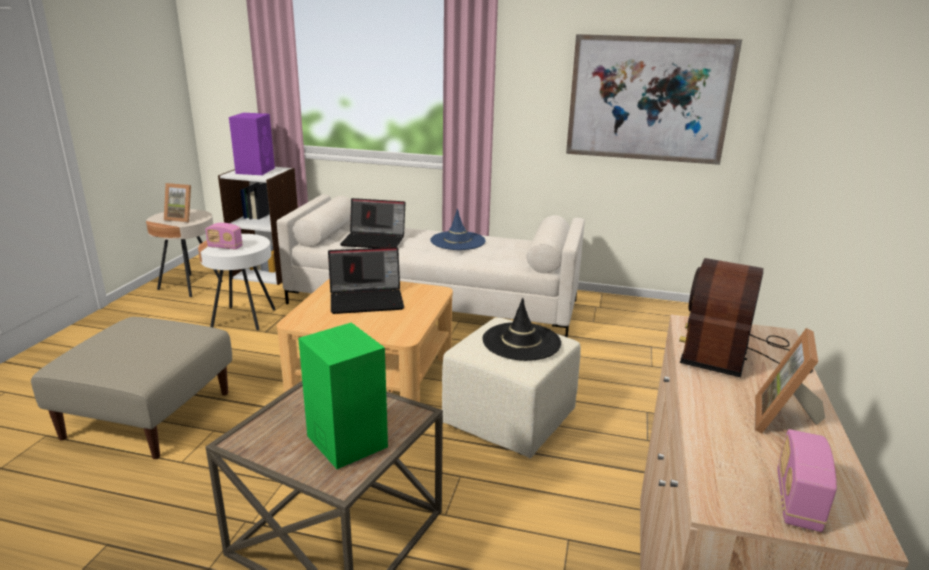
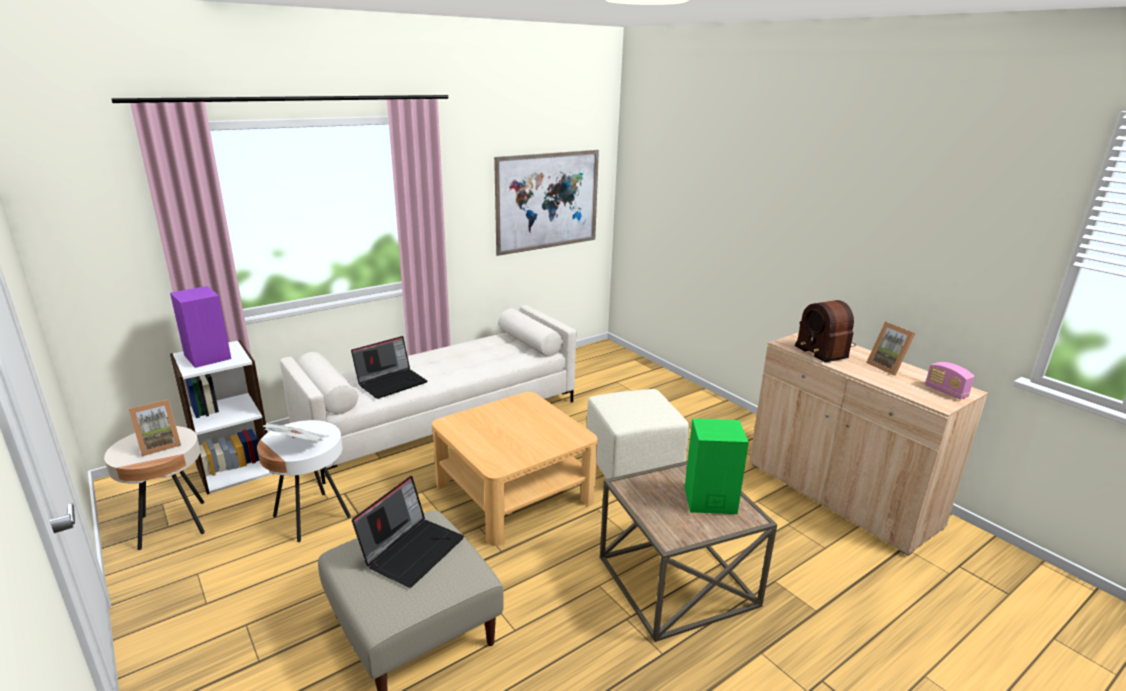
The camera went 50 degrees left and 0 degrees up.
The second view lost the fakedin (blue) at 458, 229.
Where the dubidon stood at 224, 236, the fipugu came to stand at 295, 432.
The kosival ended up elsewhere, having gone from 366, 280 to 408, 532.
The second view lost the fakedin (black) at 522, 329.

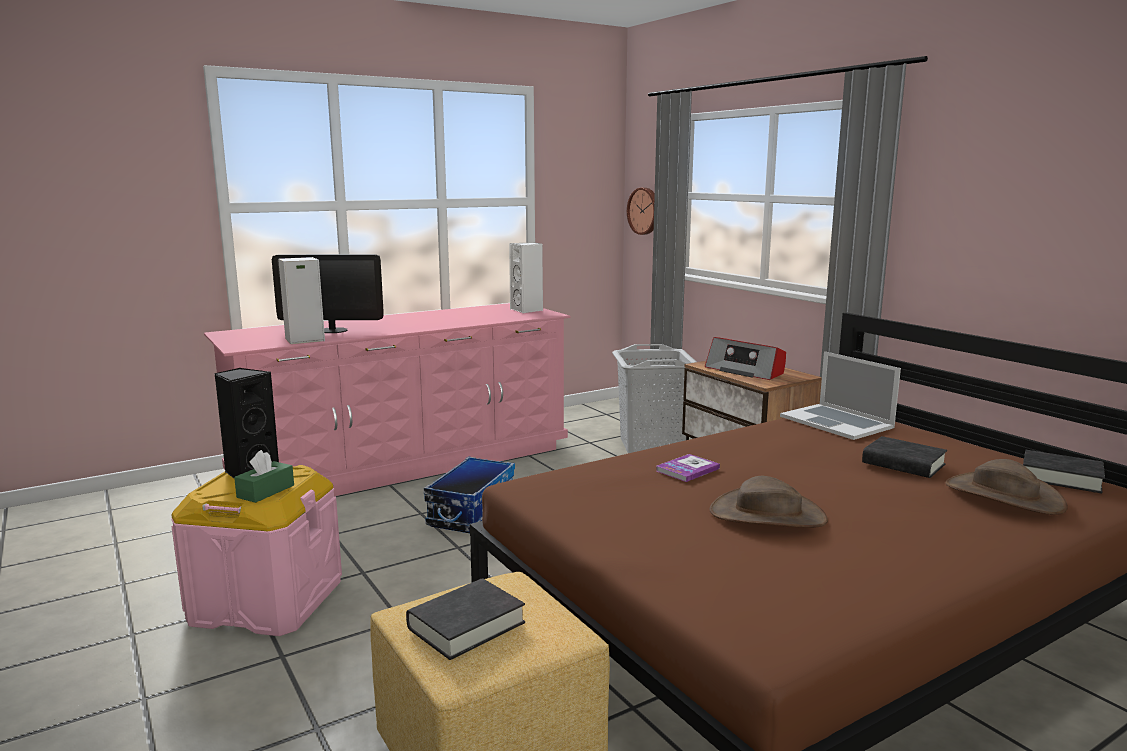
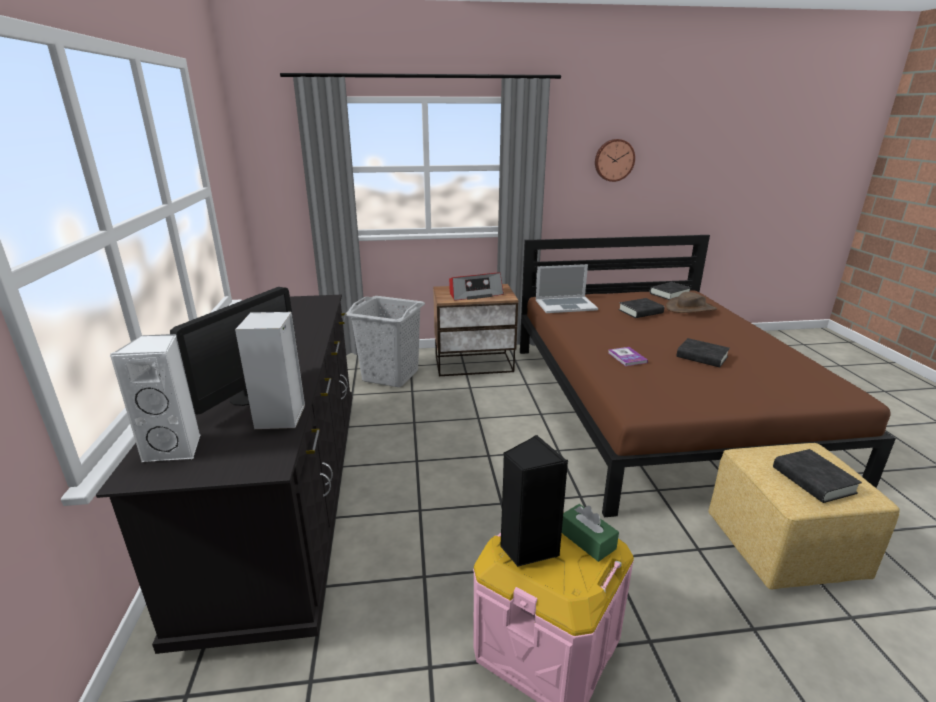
The camera went 65 degrees left and 10 degrees up.
The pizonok ended up elsewhere, having gone from 641, 211 to 615, 160.
The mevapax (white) ended up elsewhere, having gone from 526, 277 to 155, 398.
What was the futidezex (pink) at 387, 399 turned into the futidezex (black) at 224, 474.
The second view lost the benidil at 469, 495.
Where the fakedin (brown) stood at 768, 502, the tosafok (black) came to stand at 703, 353.

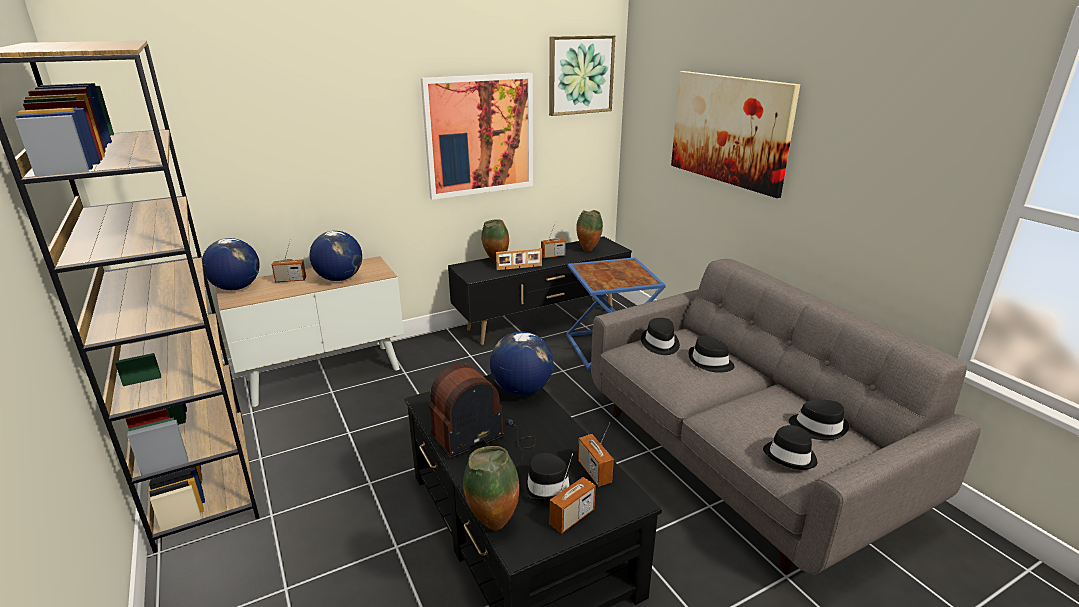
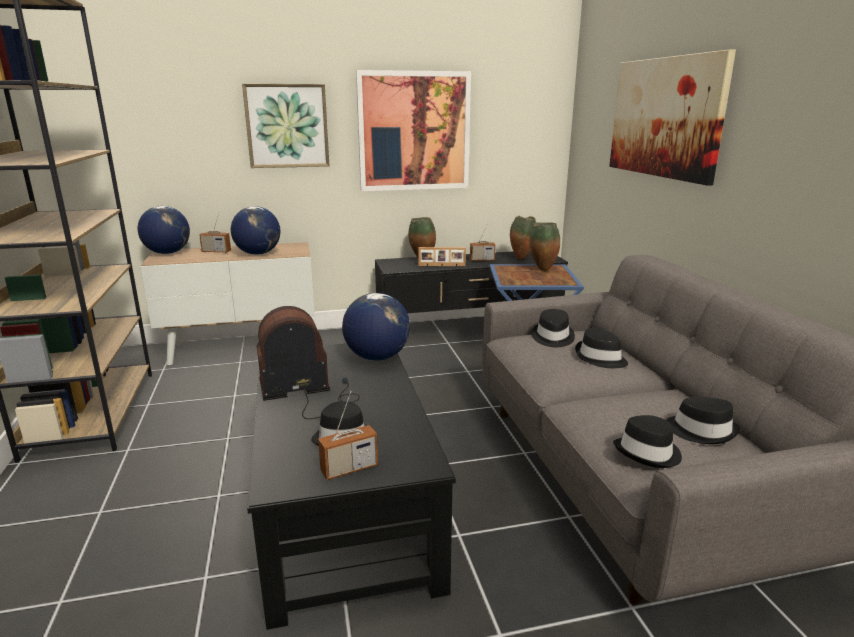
The camera went 15 degrees right and 5 degrees down.
The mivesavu ended up elsewhere, having gone from 582, 75 to 285, 126.
The second view lost the dubidon at 596, 454.
The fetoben ended up elsewhere, having gone from 491, 488 to 544, 246.

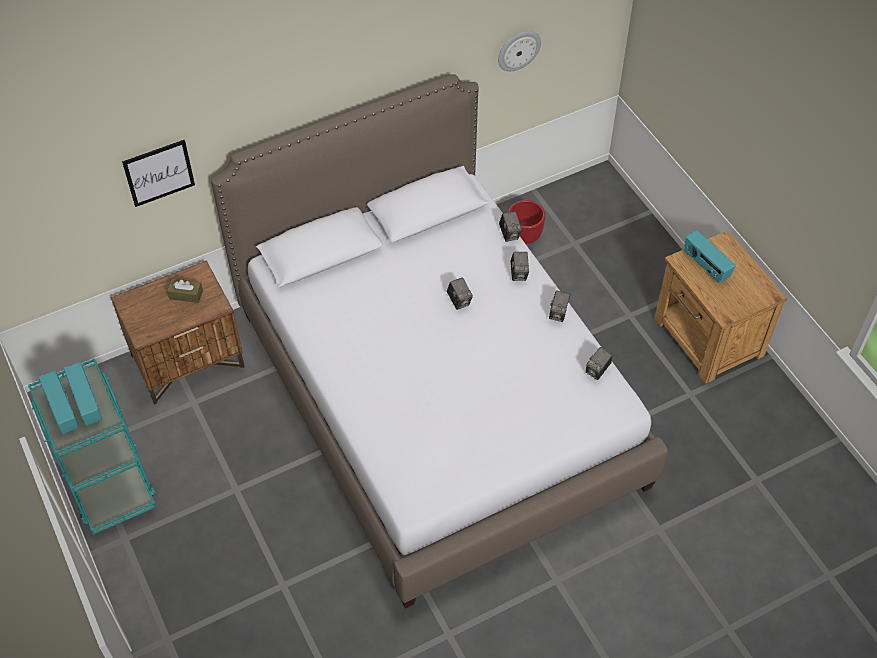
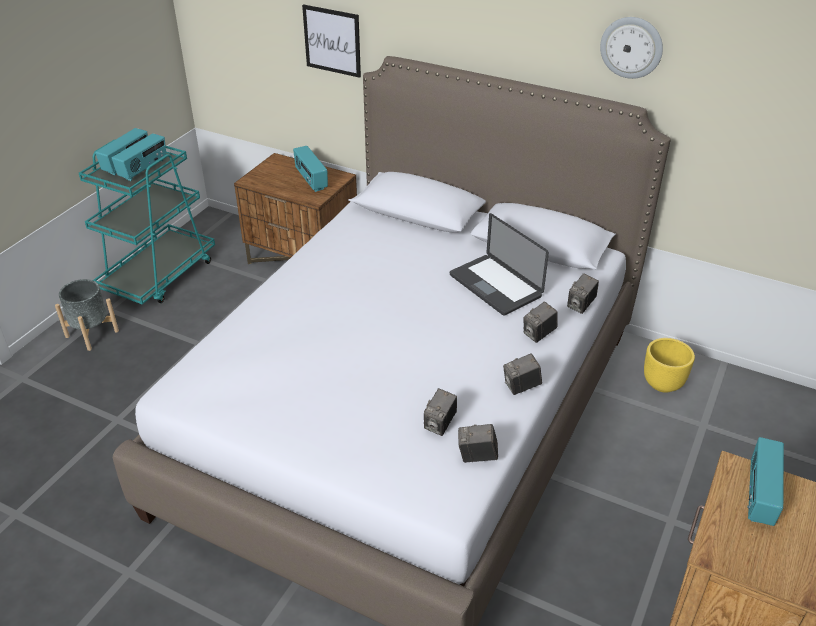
The camera went 55 degrees right and 15 degrees down.
The pizonok ended up elsewhere, having gone from 519, 51 to 631, 48.
What was the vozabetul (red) at 526, 222 turned into the vozabetul (yellow) at 669, 365.
The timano ended up elsewhere, having gone from 460, 293 to 440, 412.
Where the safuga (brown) stood at 185, 291, the dubidon came to stand at 310, 169.
The second view gained the kosival at 499, 264.
The second view gained the vozabetul (grey) at 87, 315.

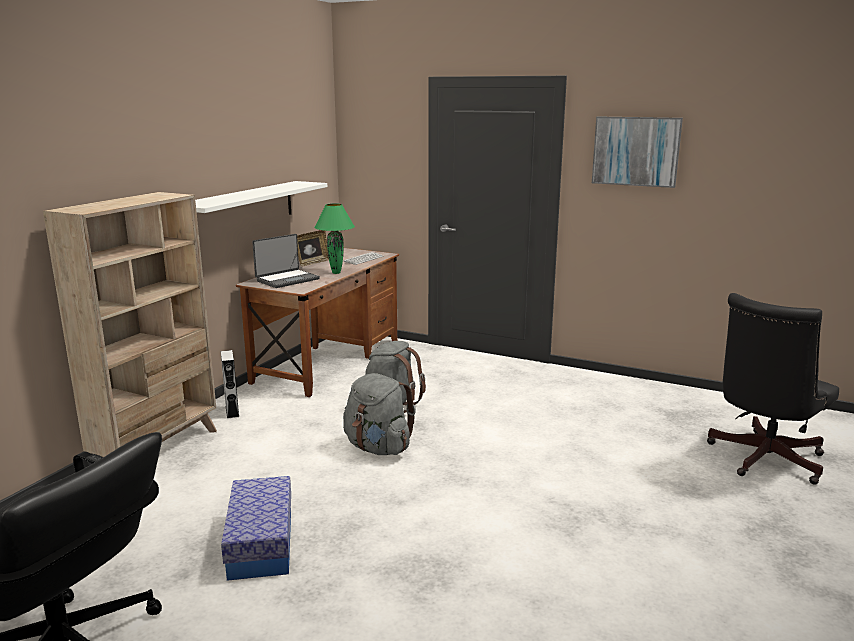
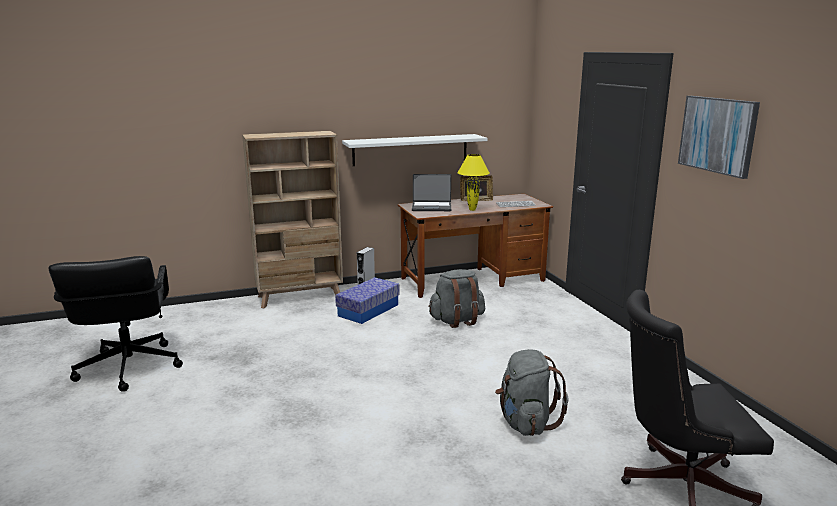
The camera went 45 degrees right and 0 degrees up.
What was the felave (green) at 334, 238 turned into the felave (yellow) at 473, 182.
The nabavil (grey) ended up elsewhere, having gone from 379, 414 to 531, 392.
The benidil ended up elsewhere, having gone from 256, 528 to 367, 300.

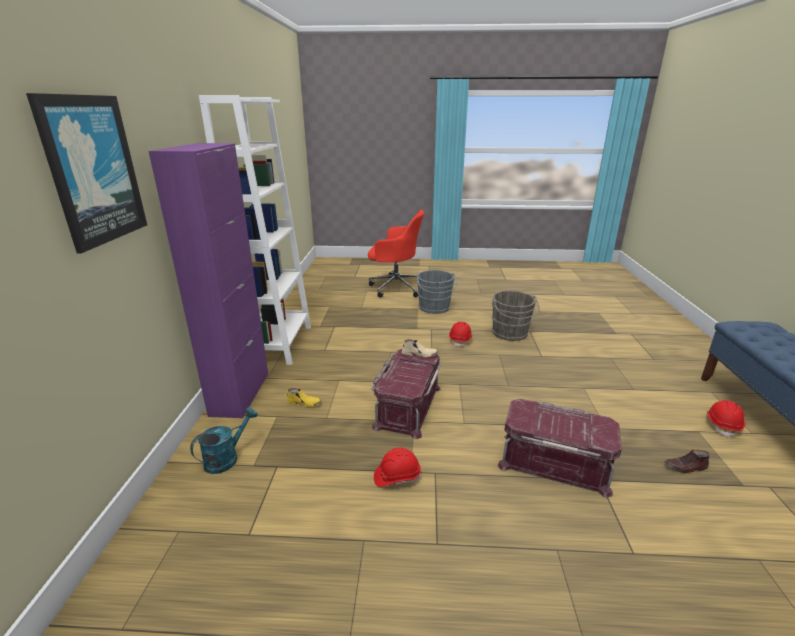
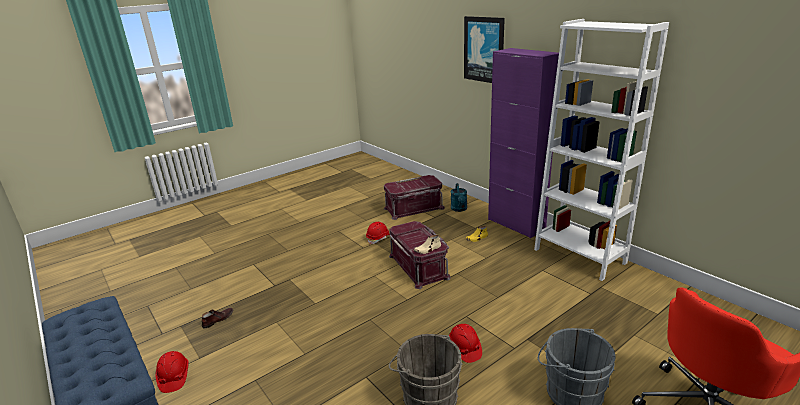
The camera went 140 degrees right and 0 degrees up.
The benidil (red) ended up elsewhere, having gone from 559, 448 to 414, 197.

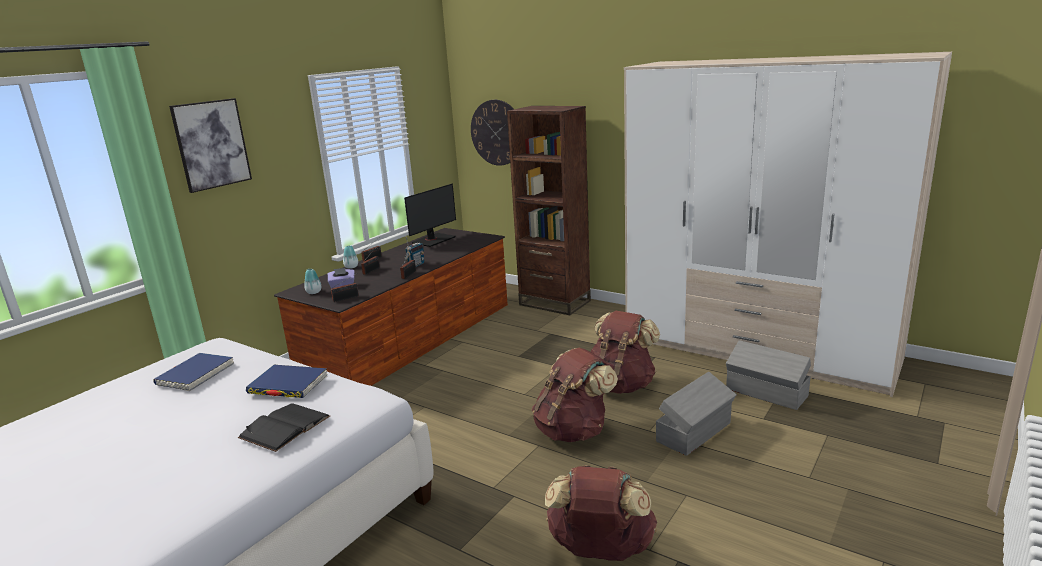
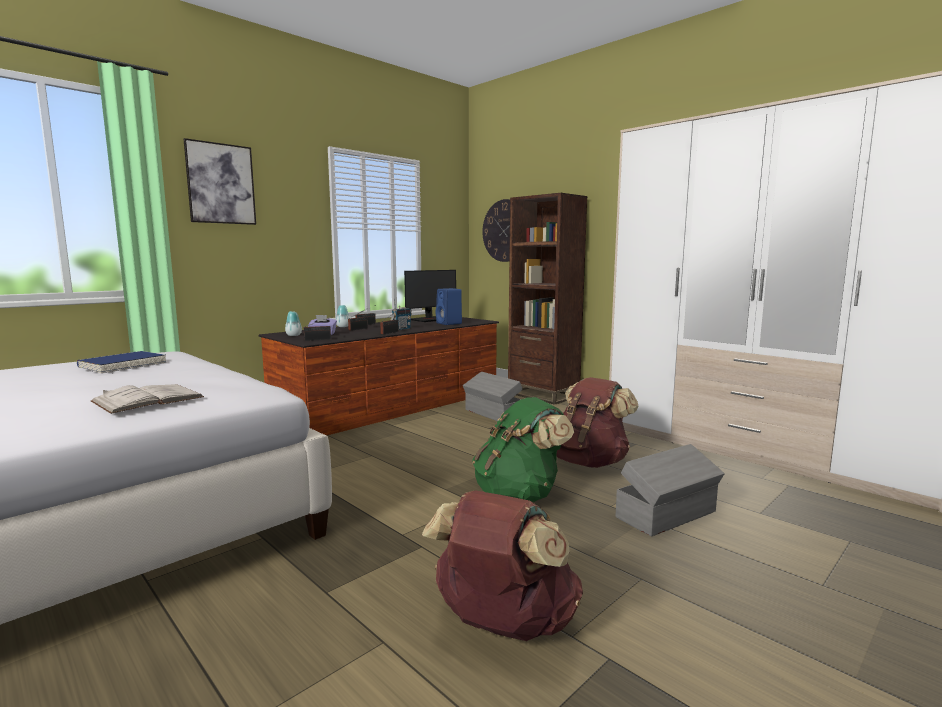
The camera went 10 degrees right and 10 degrees down.
The benidil (grey) ended up elsewhere, having gone from 768, 375 to 493, 396.
What was the nabavil (brown) at 575, 395 turned into the nabavil (green) at 523, 449.
The second view lost the tosafok (blue) at 286, 381.
What was the tosafok (black) at 284, 427 turned into the tosafok (white) at 147, 399.
The second view gained the mevapax (blue) at 449, 306.

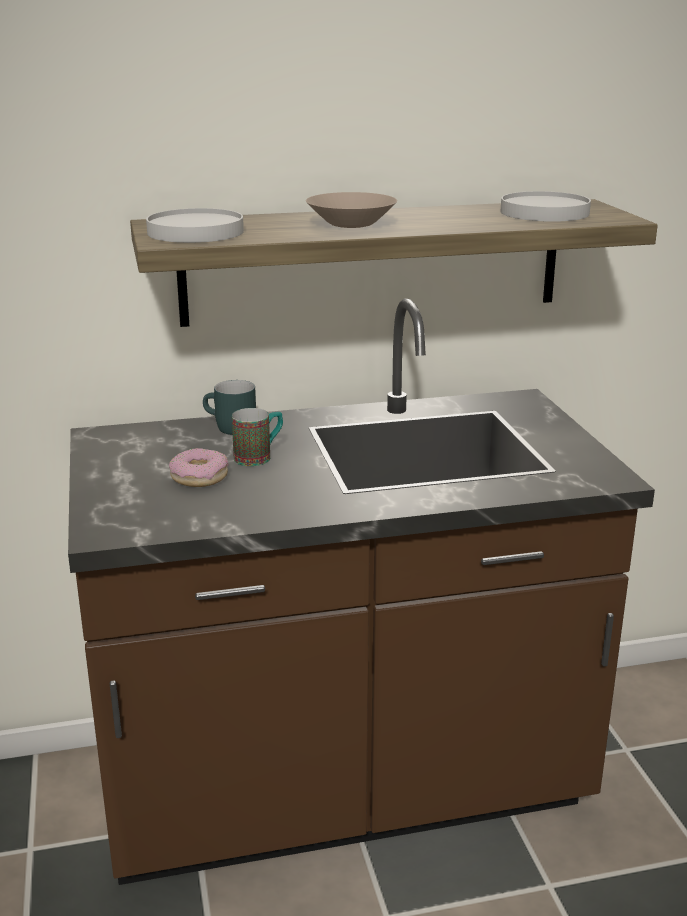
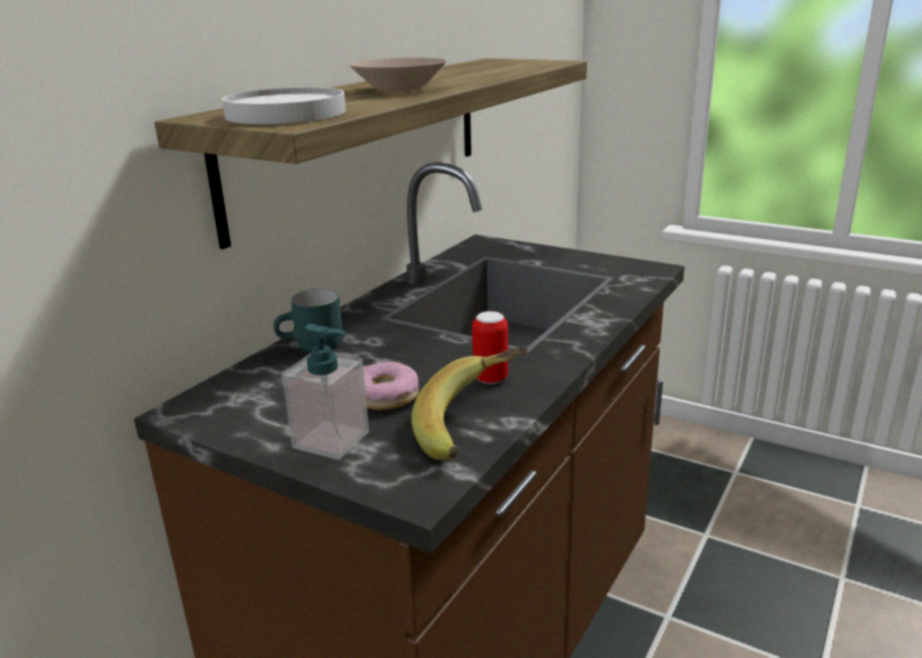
The camera went 45 degrees left and 0 degrees up.
The second view lost the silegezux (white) at 545, 206.
The second view lost the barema at 257, 437.
The second view gained the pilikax at 490, 347.
The second view gained the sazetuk at 325, 392.
The second view gained the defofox at 469, 403.

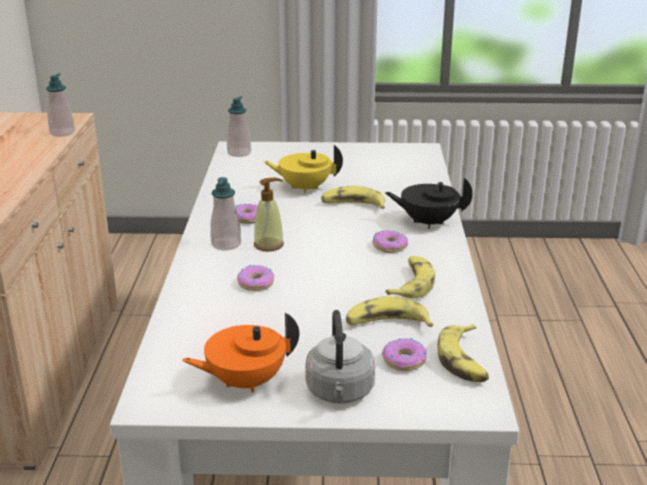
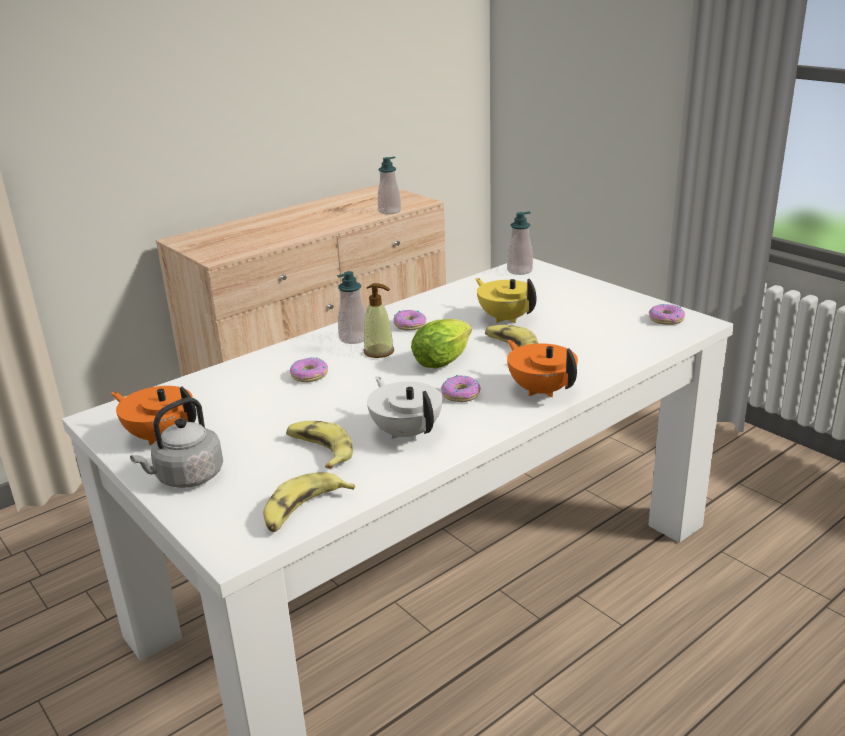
The camera went 50 degrees right and 0 degrees up.
What was the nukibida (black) at 428, 203 turned into the nukibida (orange) at 542, 368.
Where the defofox stood at 410, 277, the nukibida (white) came to stand at 404, 409.
The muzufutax ended up elsewhere, having gone from 404, 354 to 667, 314.
The second view gained the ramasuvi at 441, 343.

